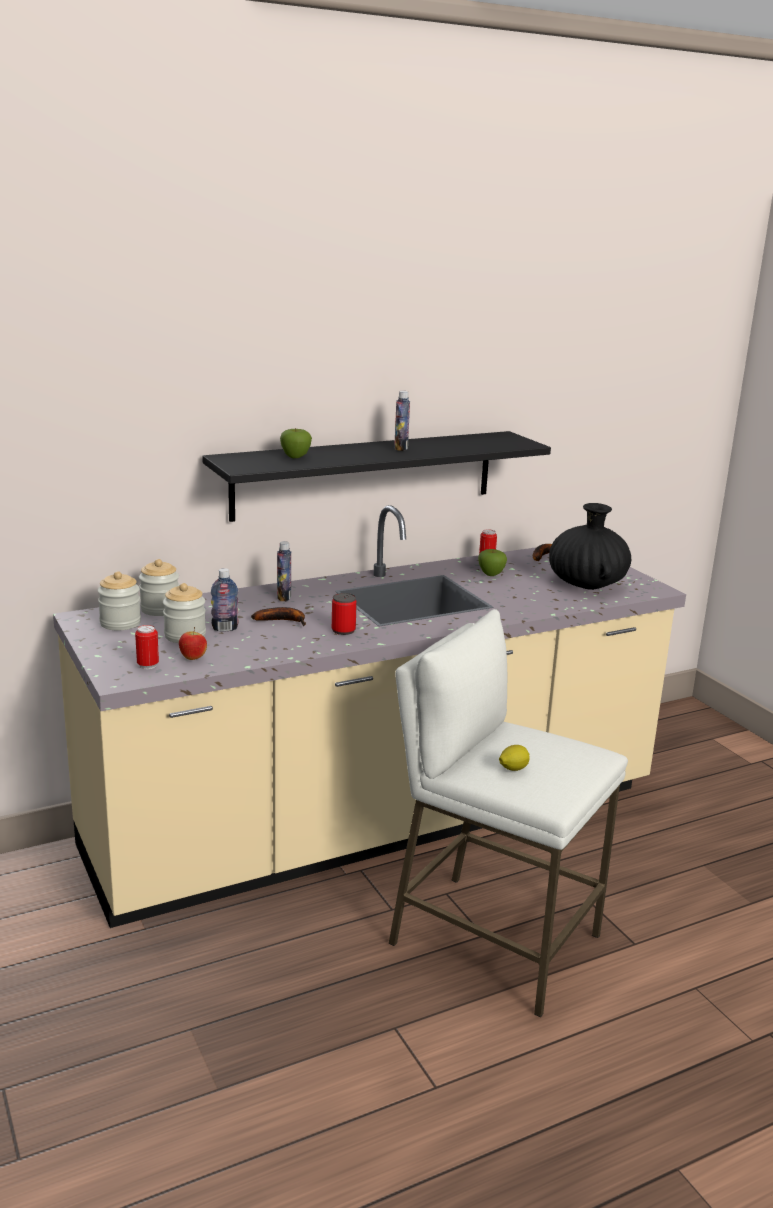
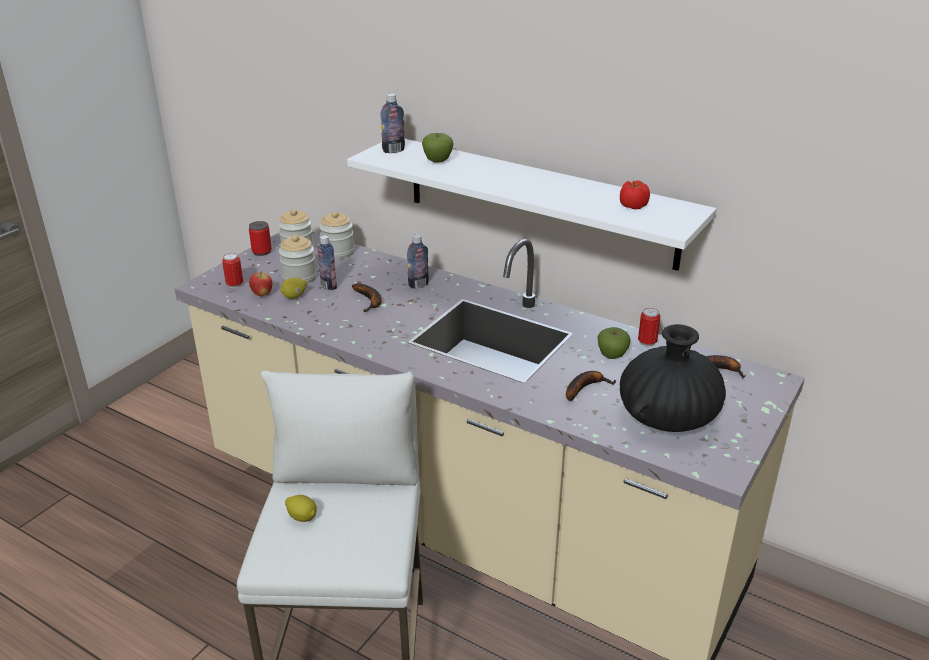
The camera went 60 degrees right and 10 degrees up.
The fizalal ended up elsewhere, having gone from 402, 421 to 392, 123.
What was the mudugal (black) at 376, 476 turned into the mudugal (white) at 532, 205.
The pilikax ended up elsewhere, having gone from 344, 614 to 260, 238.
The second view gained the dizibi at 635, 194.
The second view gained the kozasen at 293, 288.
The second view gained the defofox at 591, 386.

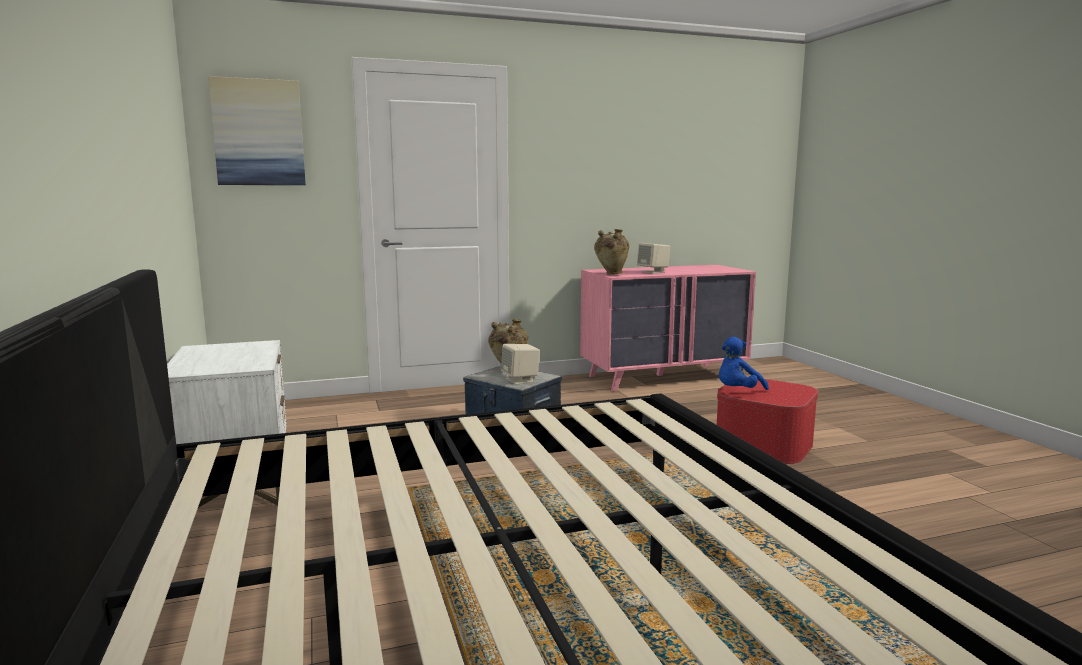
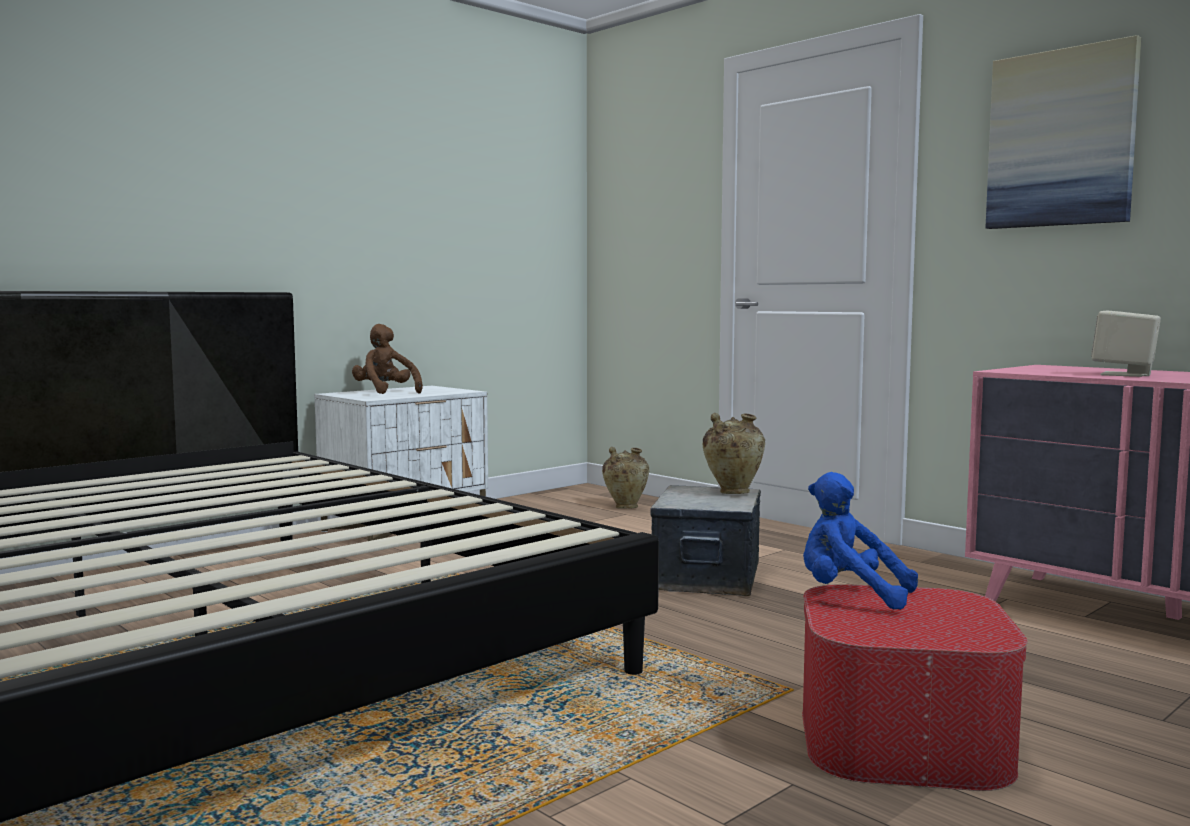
The camera went 65 degrees right and 5 degrees down.
The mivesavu ended up elsewhere, having gone from 257, 130 to 1063, 132.
The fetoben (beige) ended up elsewhere, having gone from 611, 252 to 626, 478.
The second view lost the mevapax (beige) at 520, 364.
The second view gained the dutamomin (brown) at 387, 359.

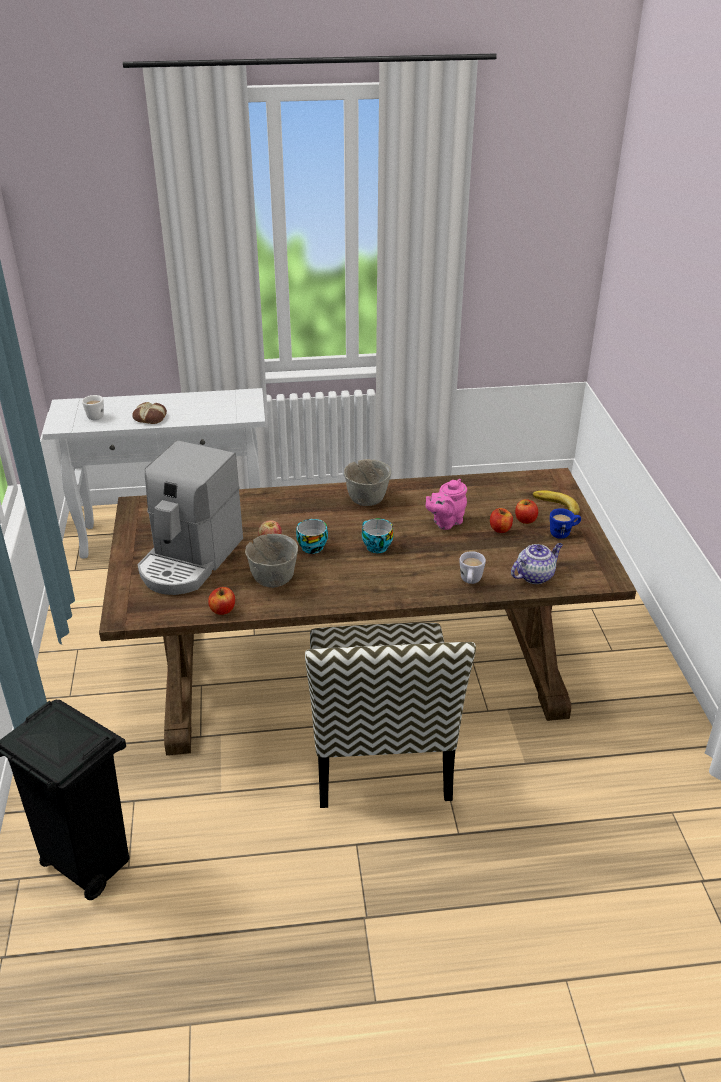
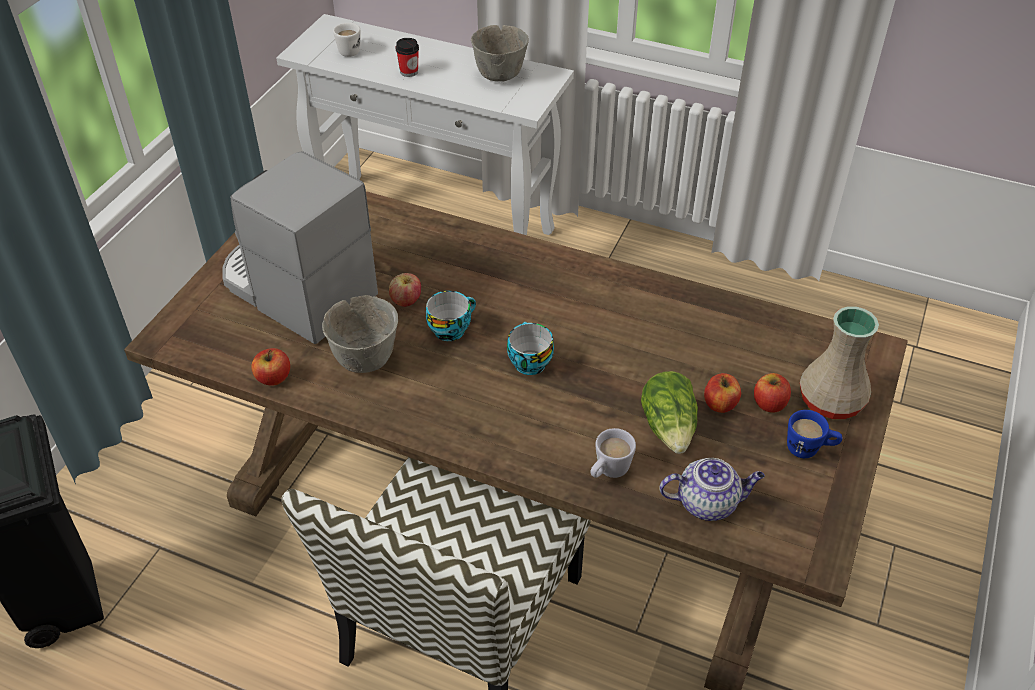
The camera went 30 degrees right and 10 degrees up.
Where the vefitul stood at 149, 413, the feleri came to stand at 407, 57.
The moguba at 190, 517 ended up facing another way, 75 degrees clockwise from before.
The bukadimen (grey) ended up elsewhere, having gone from 367, 482 to 500, 53.
The second view lost the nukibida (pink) at 446, 504.
Where the defofox stood at 556, 502, the fetoben (beige) came to stand at 839, 362.
The second view gained the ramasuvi at 669, 412.

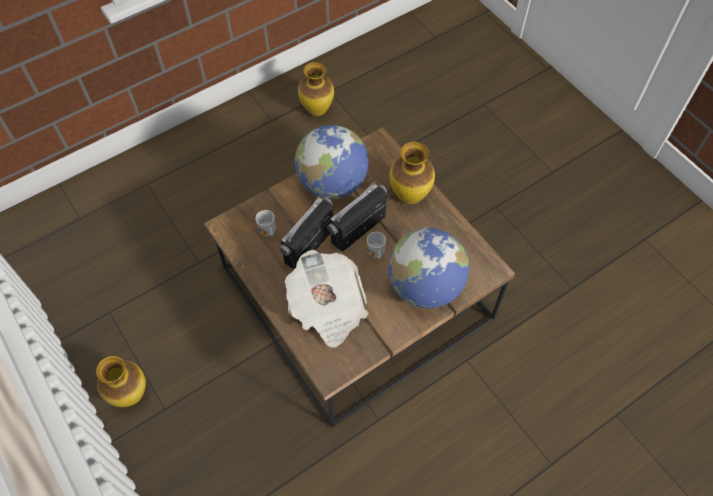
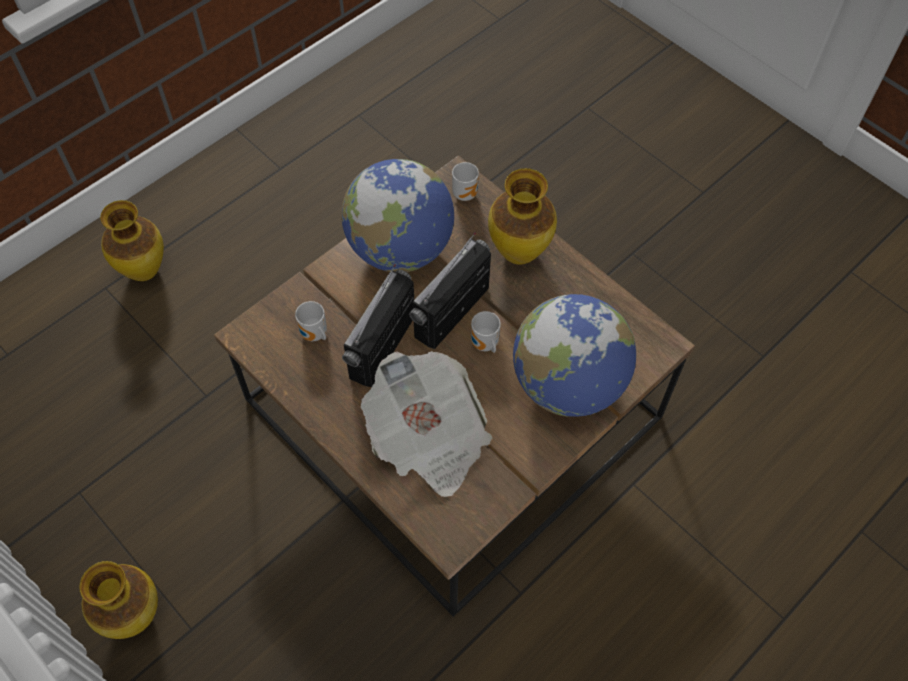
The camera went 10 degrees left and 0 degrees up.
The fetoben ended up elsewhere, having gone from 316, 89 to 132, 240.
The second view gained the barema at 465, 181.

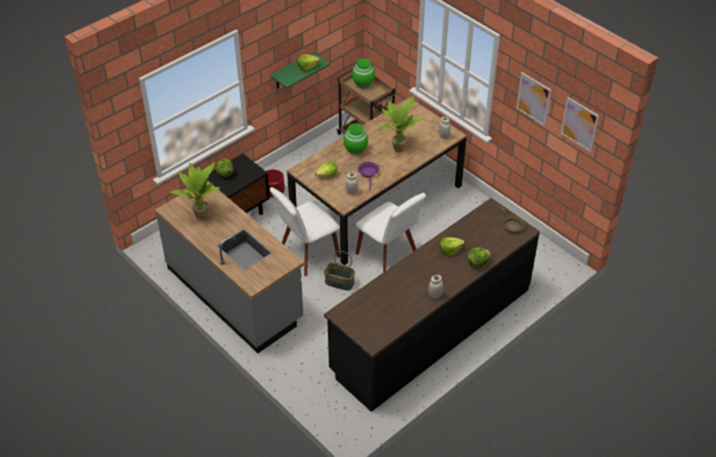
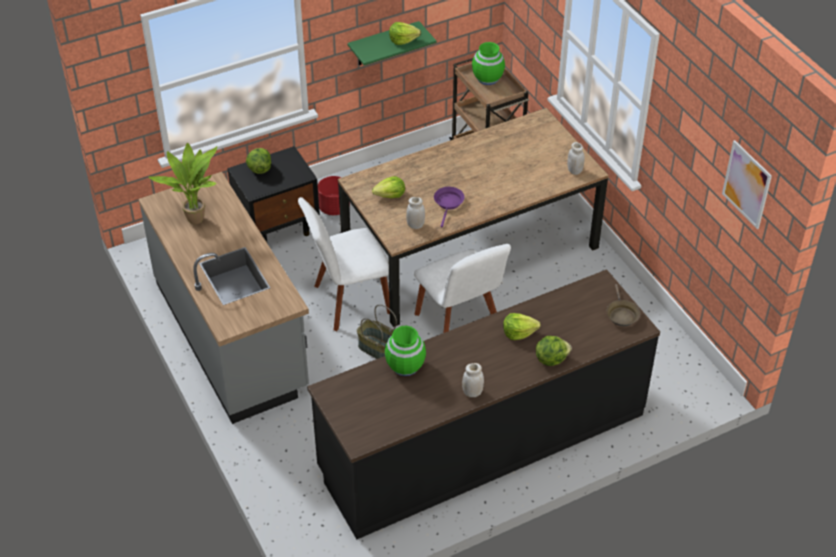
The camera went 15 degrees right and 0 degrees up.
The second view lost the mivesavu at 534, 99.
The second view lost the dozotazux at 401, 124.
The fetoben (green) ended up elsewhere, having gone from 356, 139 to 405, 351.

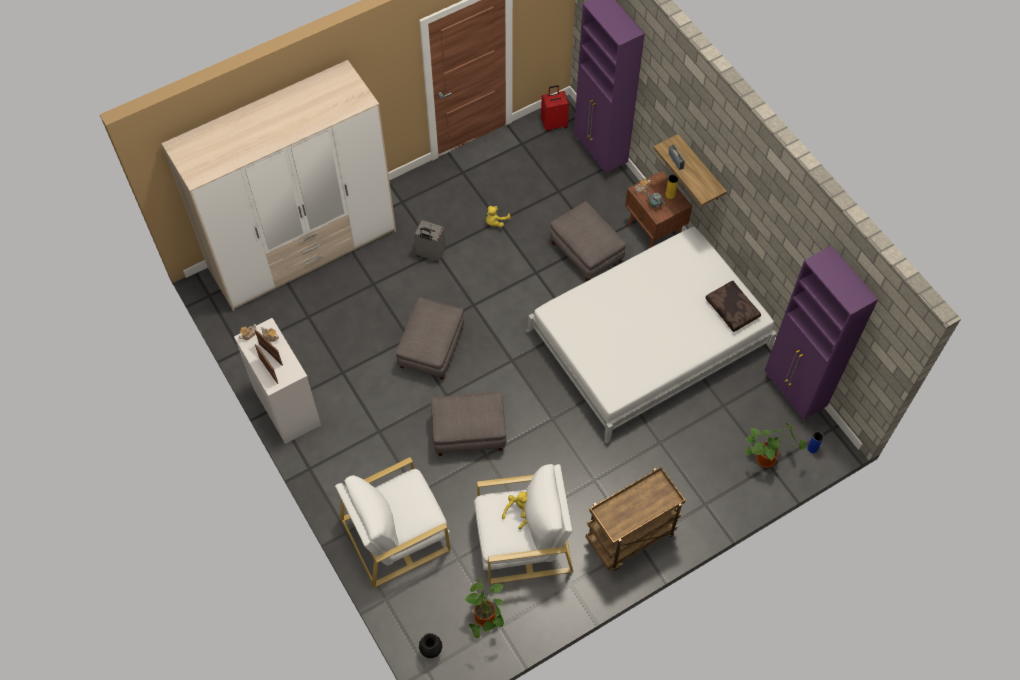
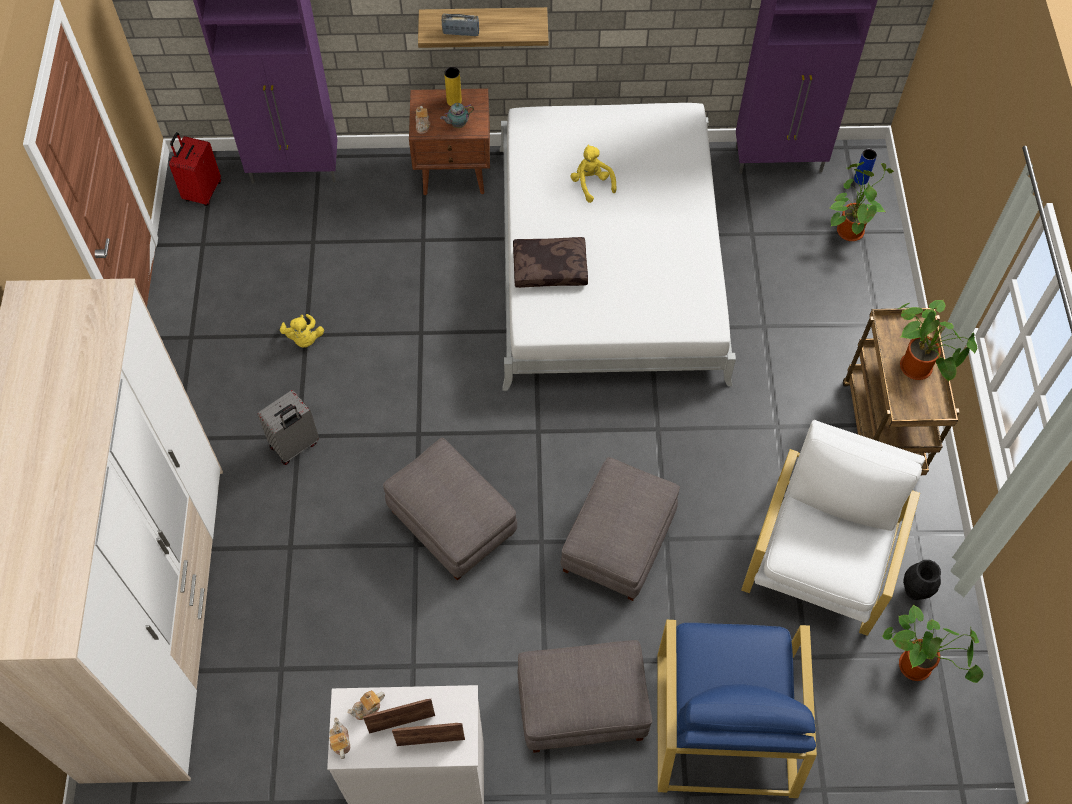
The camera went 60 degrees left and 0 degrees up.
The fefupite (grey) ended up elsewhere, having gone from 588, 241 to 585, 696.
The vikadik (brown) ended up elsewhere, having gone from 733, 306 to 550, 262.
What was the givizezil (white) at 393, 522 turned into the givizezil (blue) at 737, 709.
The dutamomin (yellow) ended up elsewhere, having gone from 515, 510 to 593, 173.
The fetoben (black) ended up elsewhere, having gone from 430, 645 to 922, 580.
The second view gained the dozotazux at 937, 341.

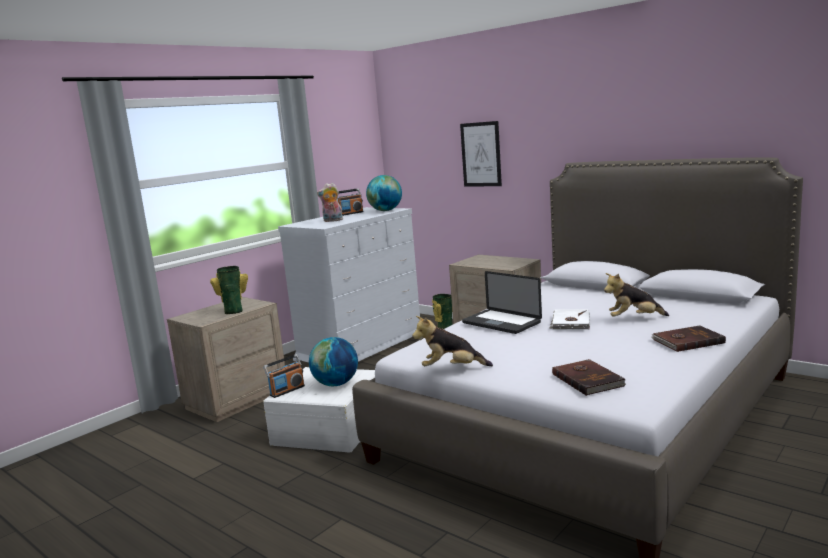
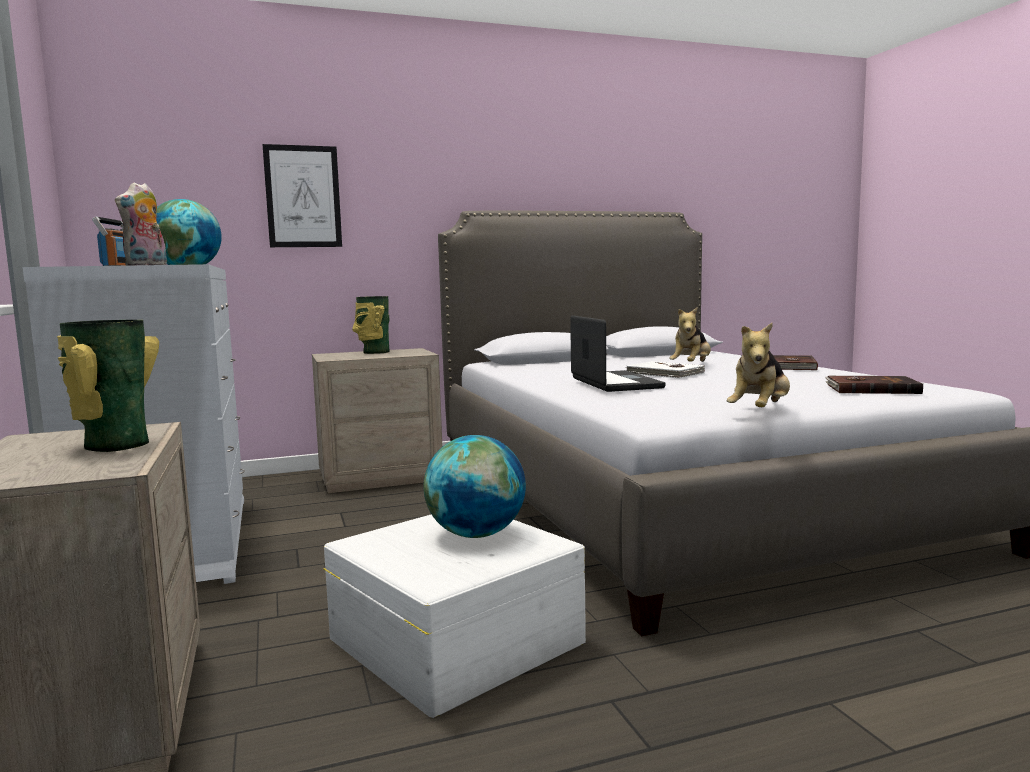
The camera went 60 degrees left and 5 degrees down.
The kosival at 502, 302 ended up facing another way, 90 degrees counterclockwise from before.
The fetoben ended up elsewhere, having gone from 442, 311 to 370, 325.
The second view lost the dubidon at 284, 376.

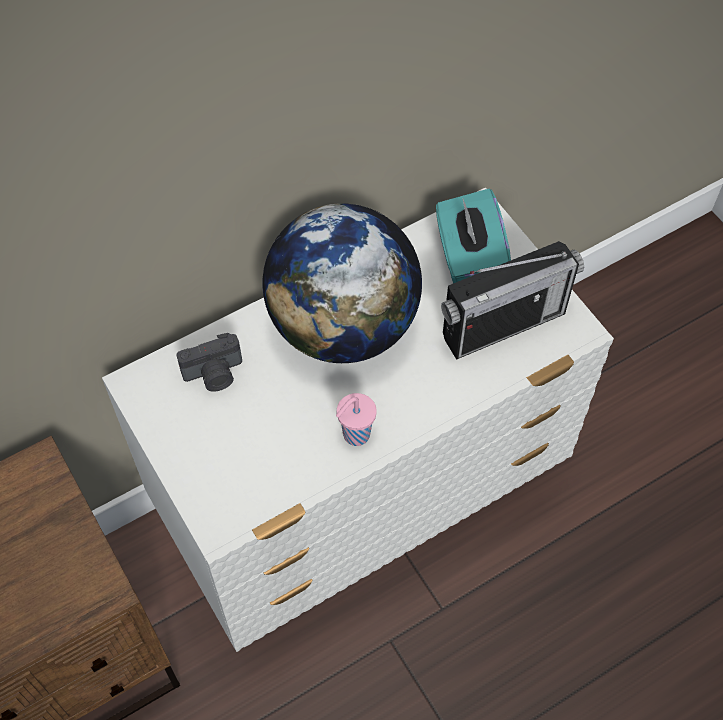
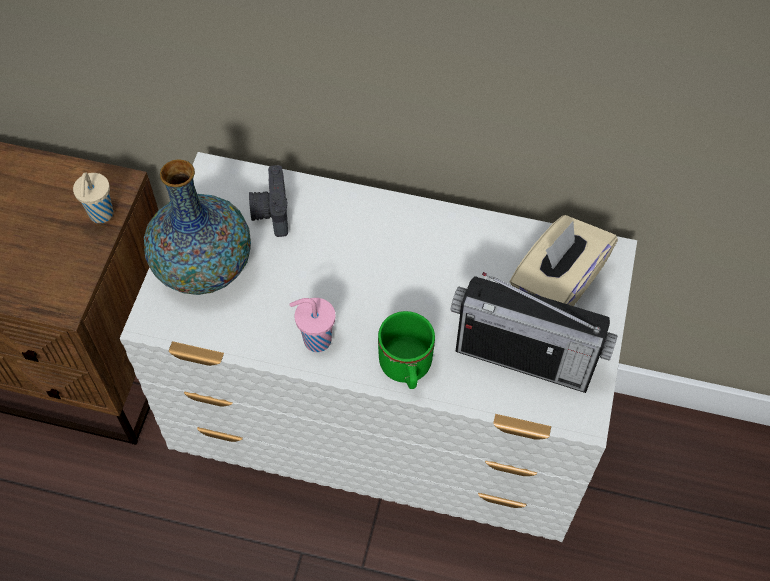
The camera went 45 degrees right and 0 degrees up.
What was the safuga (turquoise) at 473, 236 turned into the safuga (beige) at 564, 260.
The second view lost the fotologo at 342, 283.
The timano at 209, 362 ended up facing another way, 60 degrees clockwise from before.
The second view gained the fetoben at 197, 227.
The second view gained the feleri (beige) at 93, 197.
The second view gained the barema (green) at 406, 350.

